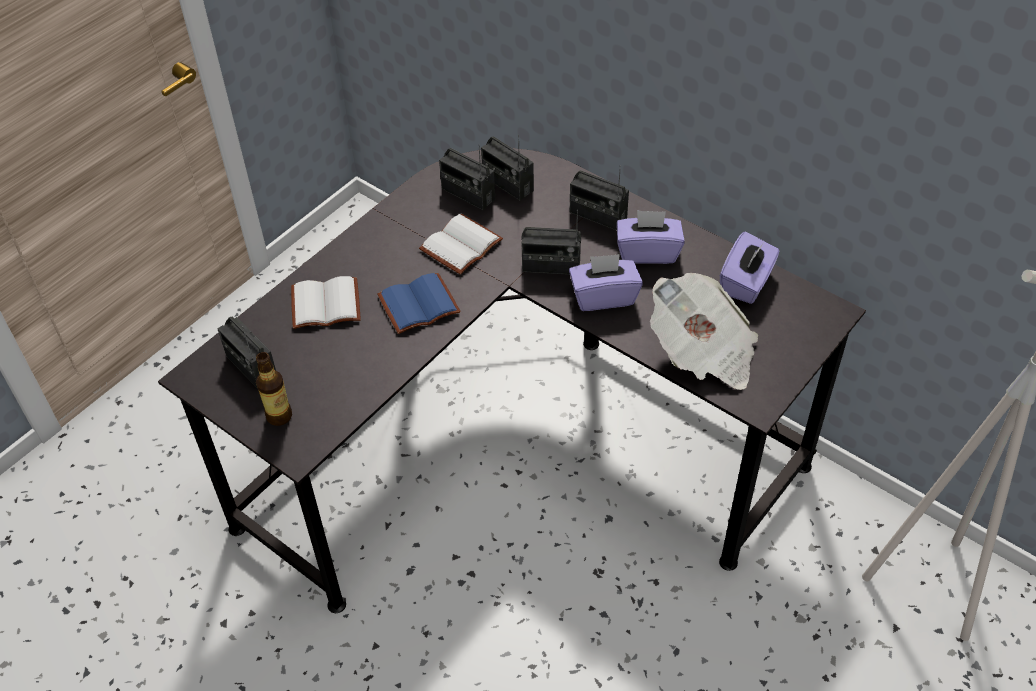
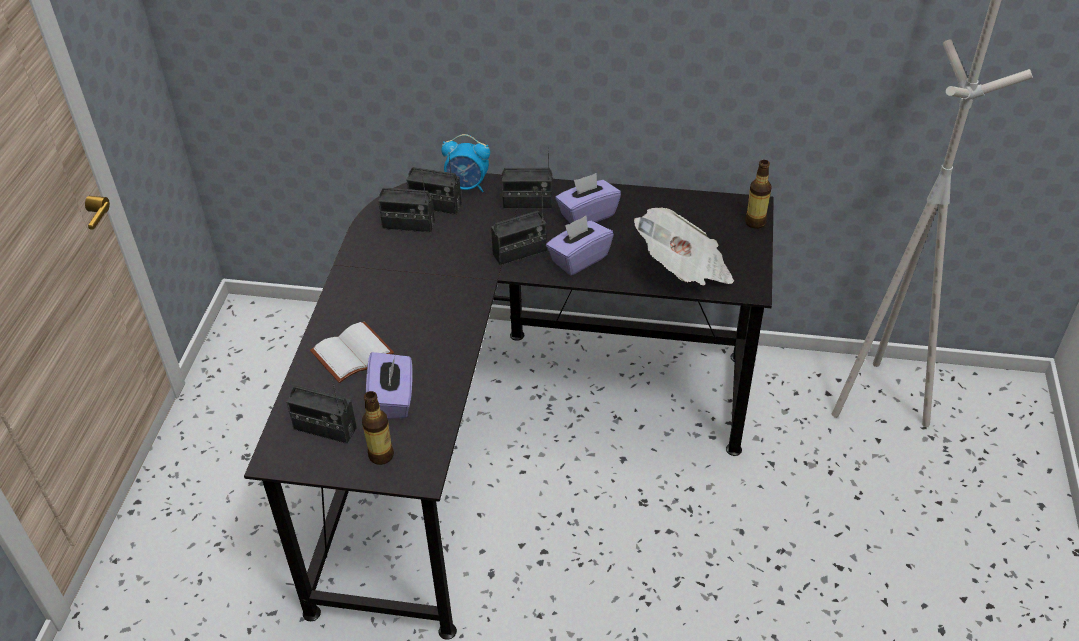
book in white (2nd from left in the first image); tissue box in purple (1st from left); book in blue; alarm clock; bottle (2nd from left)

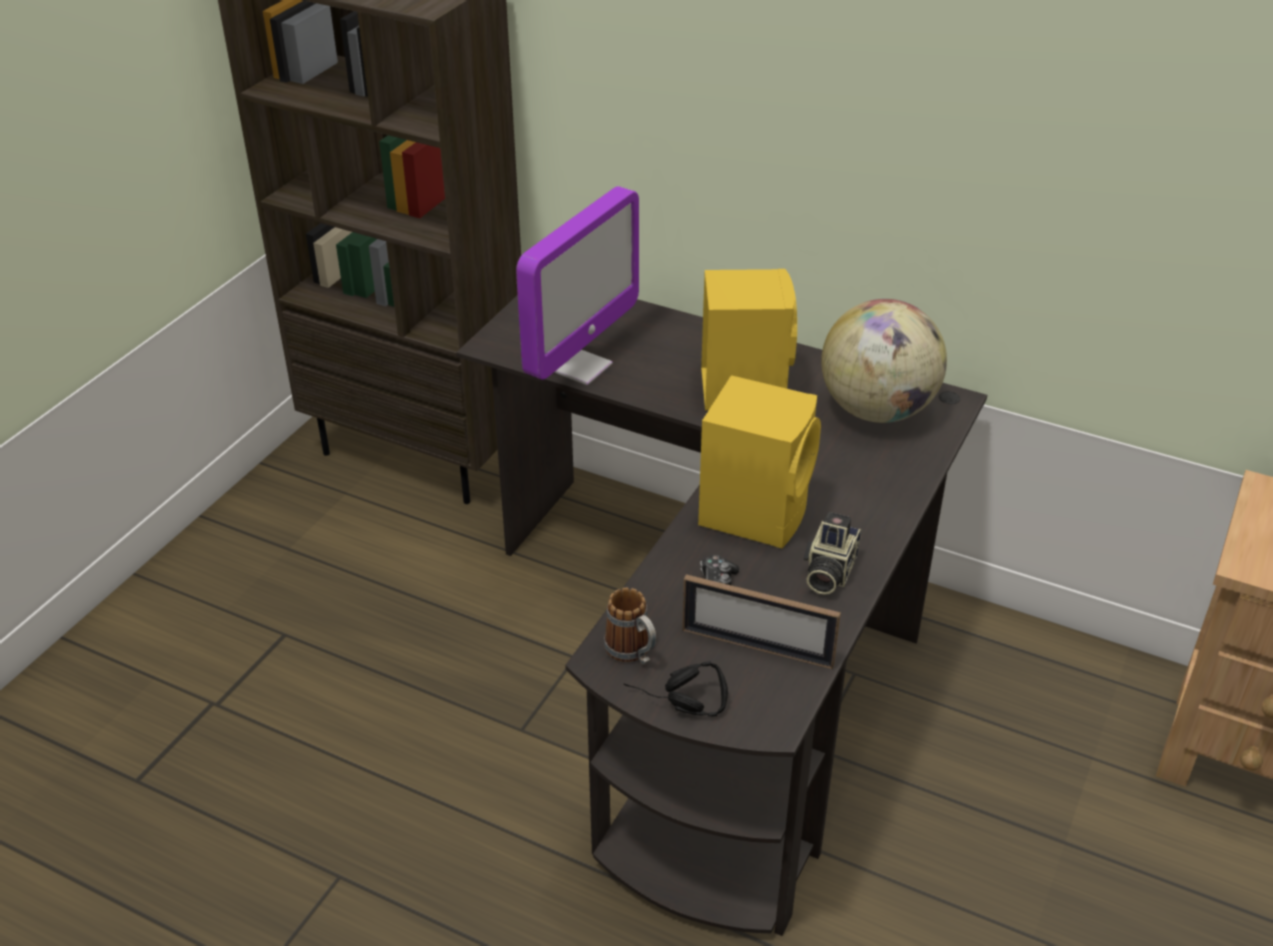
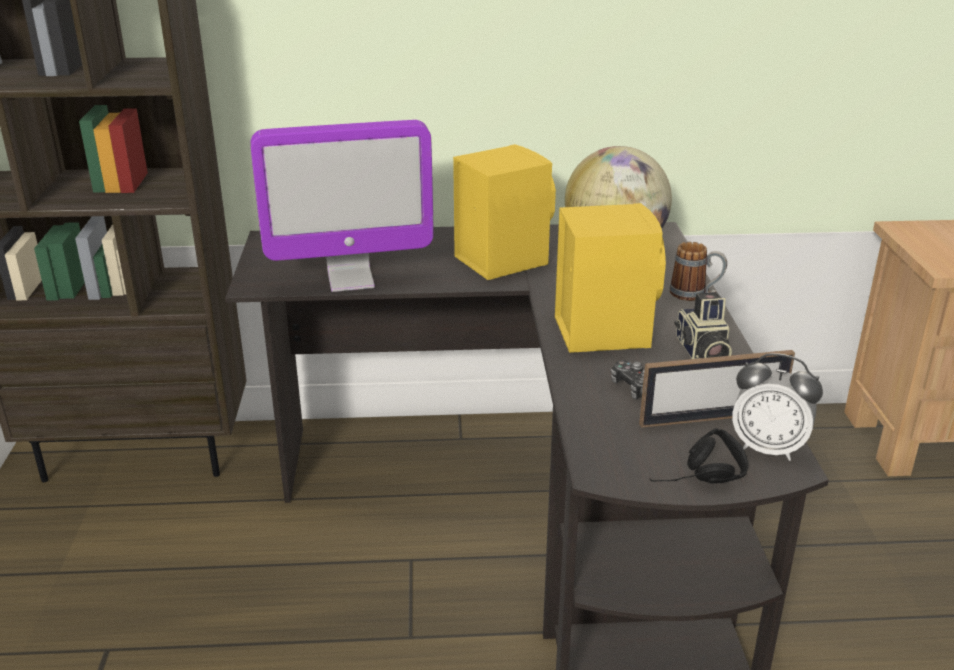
monitor; mug; alarm clock

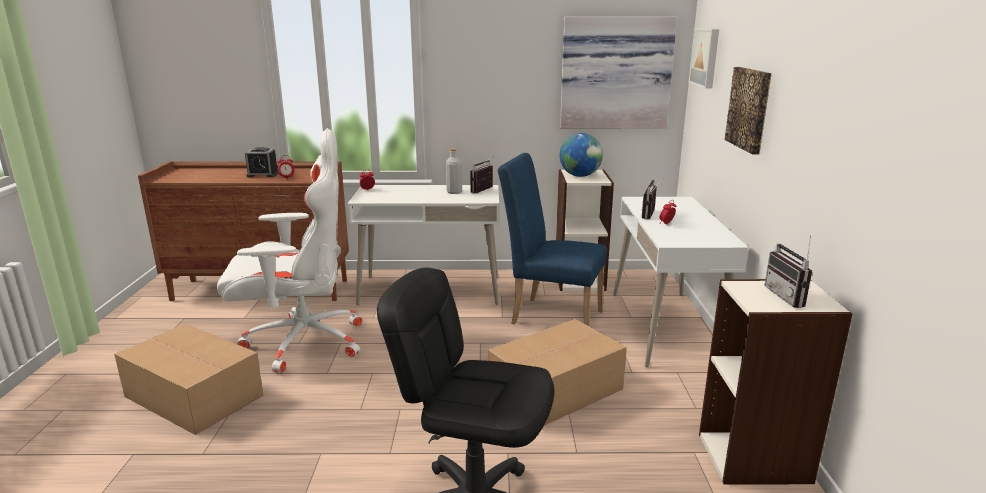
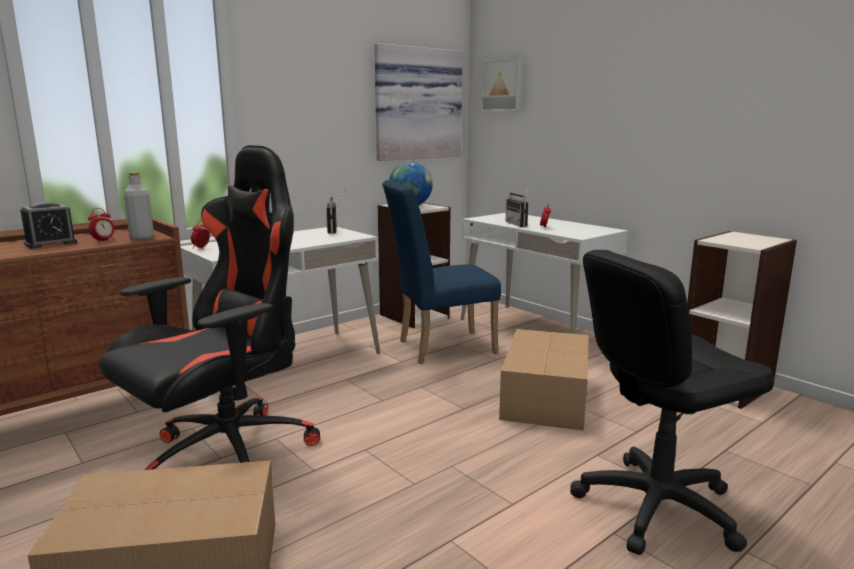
picture (3rd from left in the first image); office chair in black (1st from left); bottle in grey; radio (3rd from left in the first image)

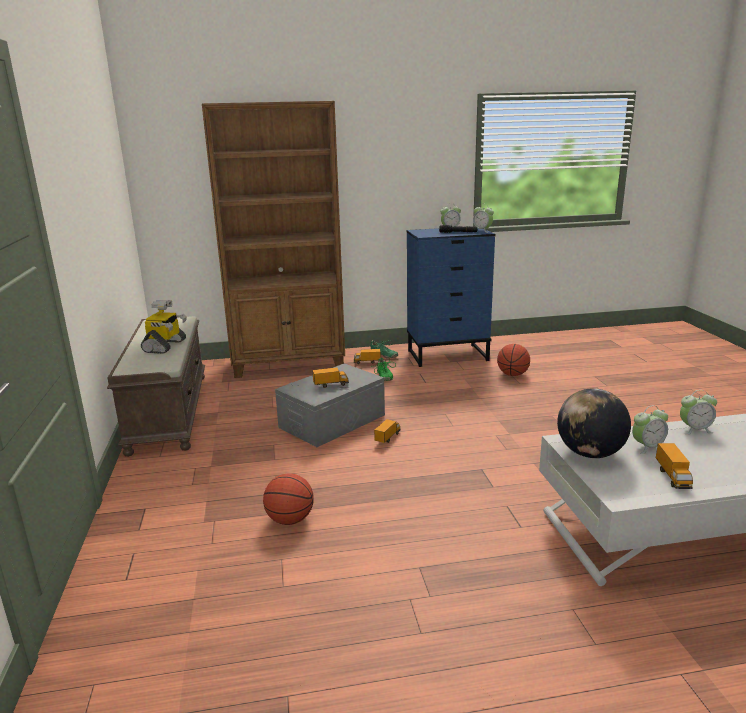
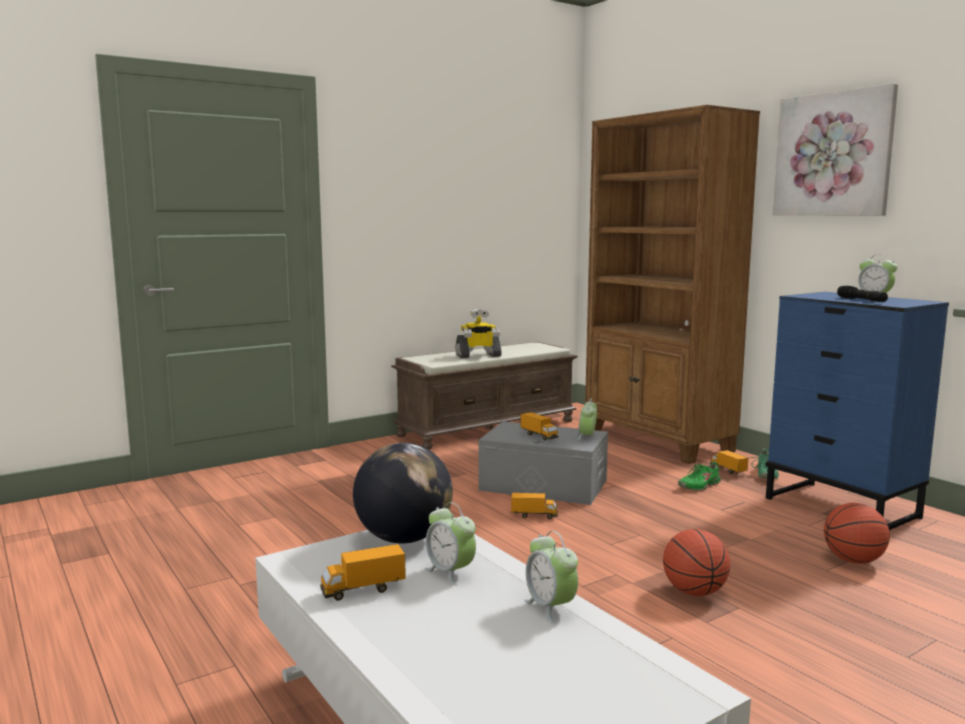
alarm clock (3rd from left); basketball (1st from left); picture

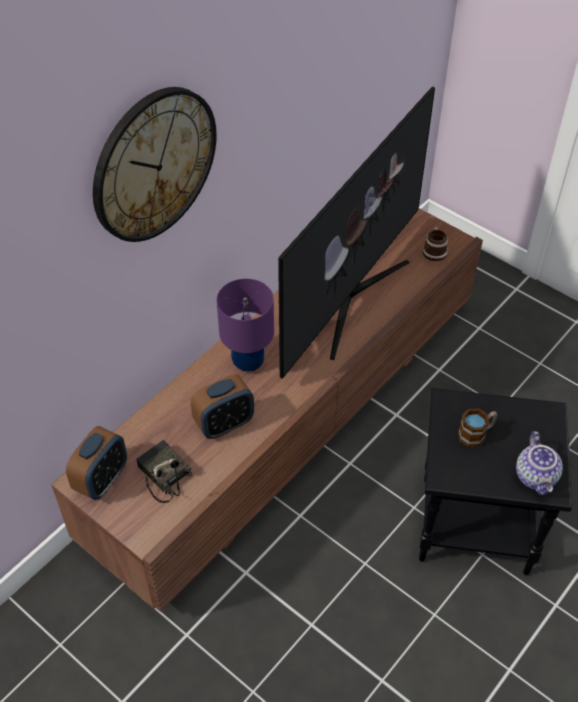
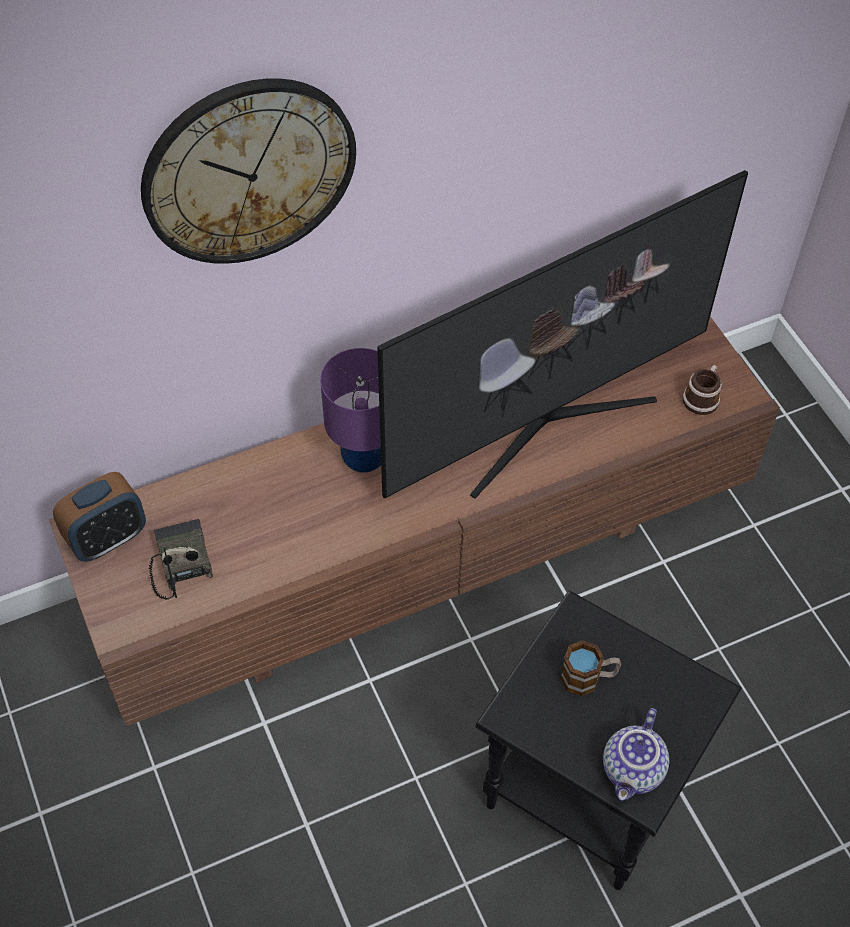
alarm clock (2nd from left in the first image)

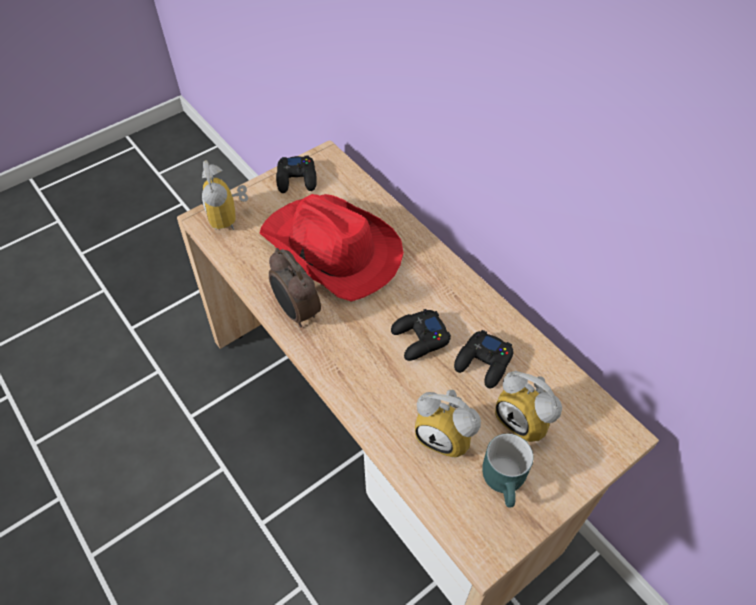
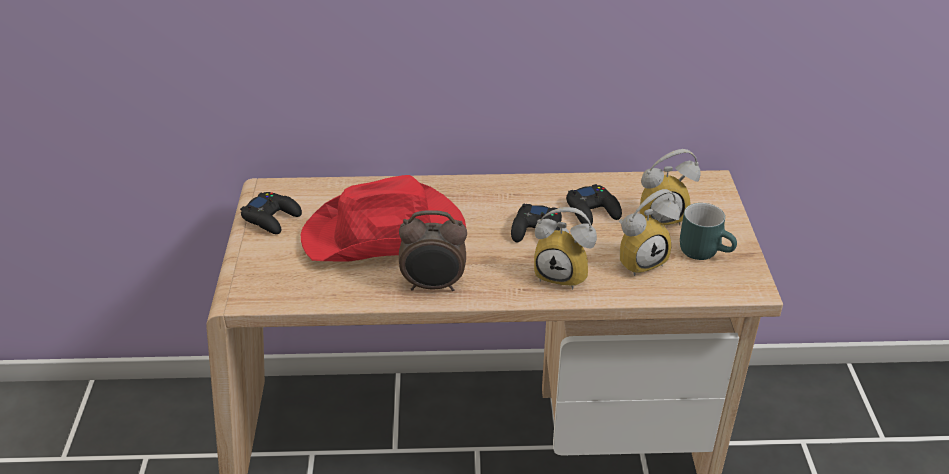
alarm clock (2nd from left)

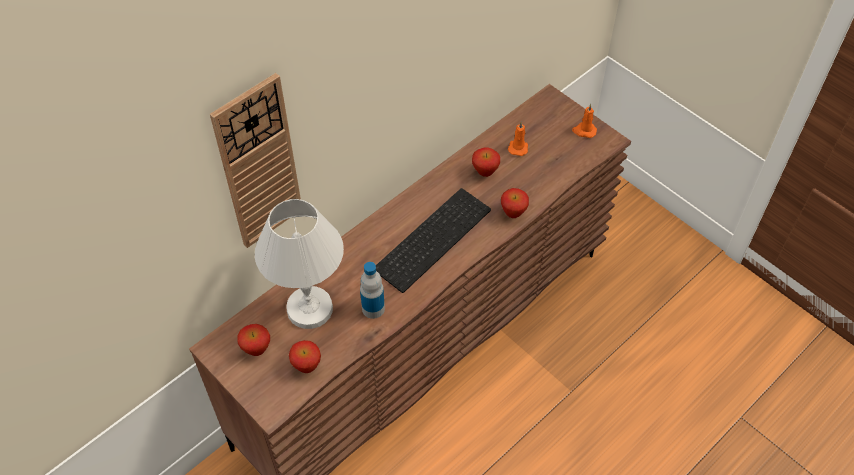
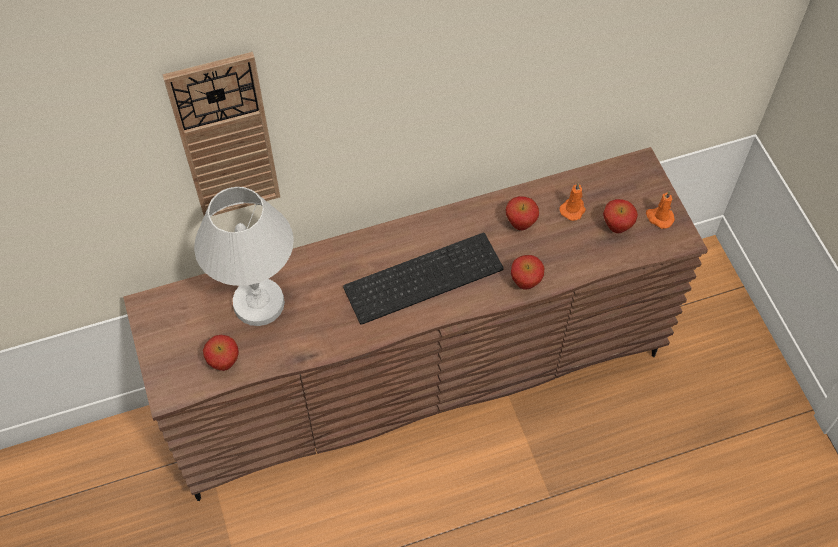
bottle; apple (4th from left)

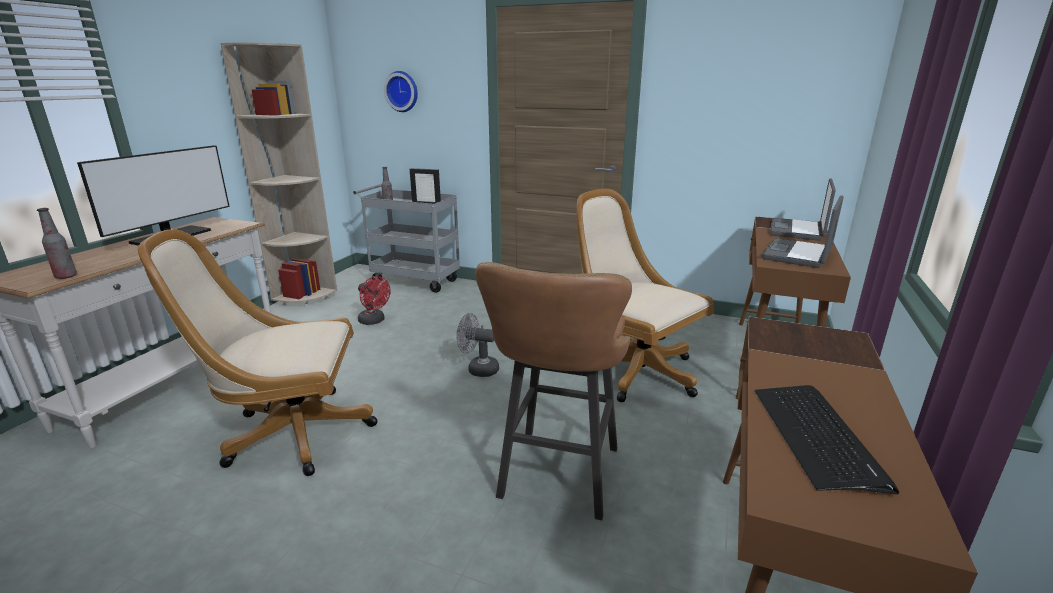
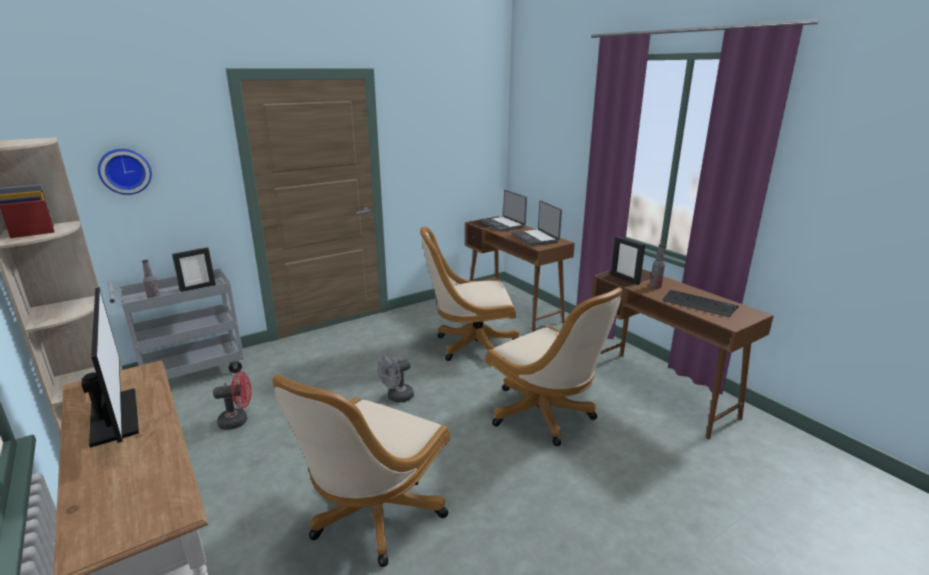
bottle (2nd from left); office chair (3rd from left); picture frame (2nd from left)

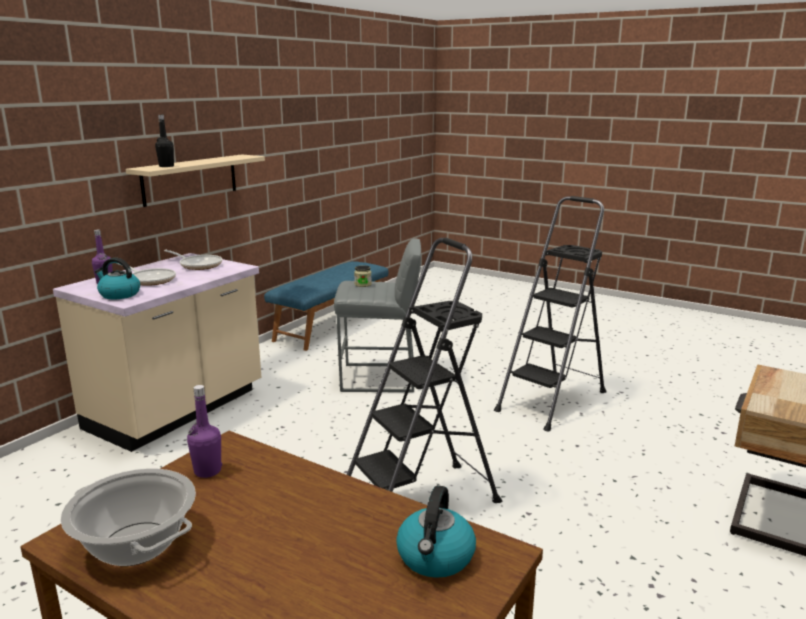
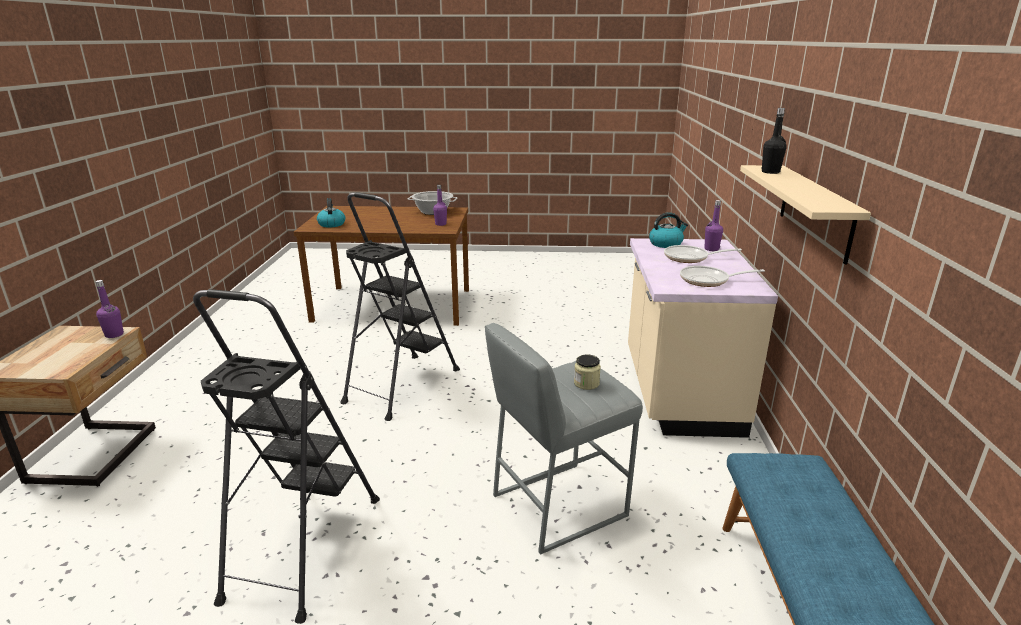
bottle in purple (1st from left)

